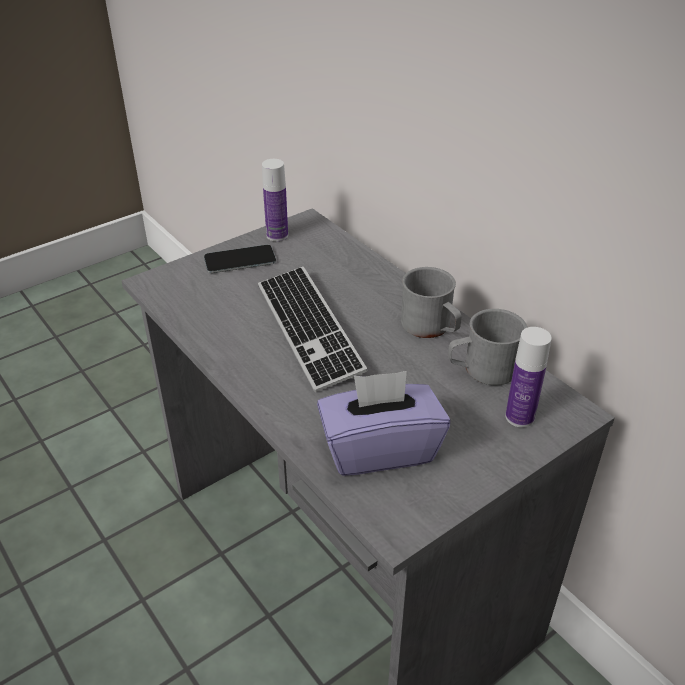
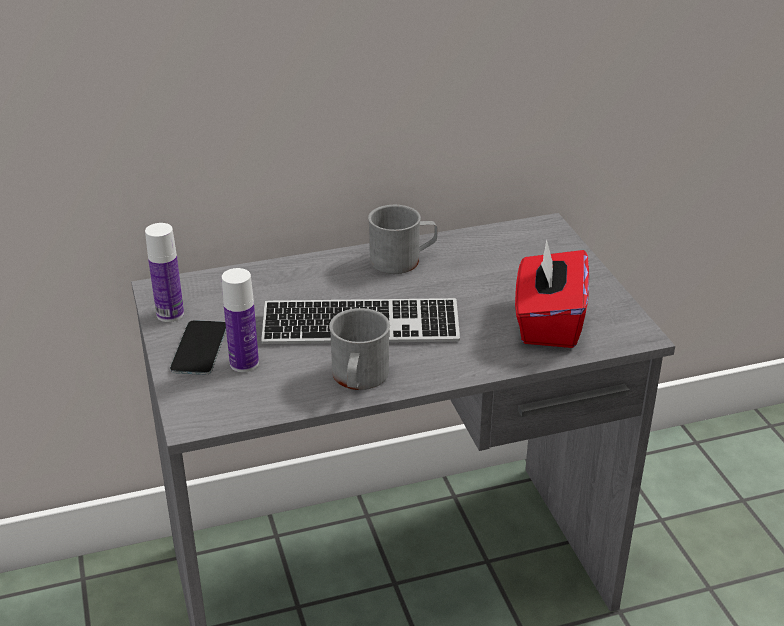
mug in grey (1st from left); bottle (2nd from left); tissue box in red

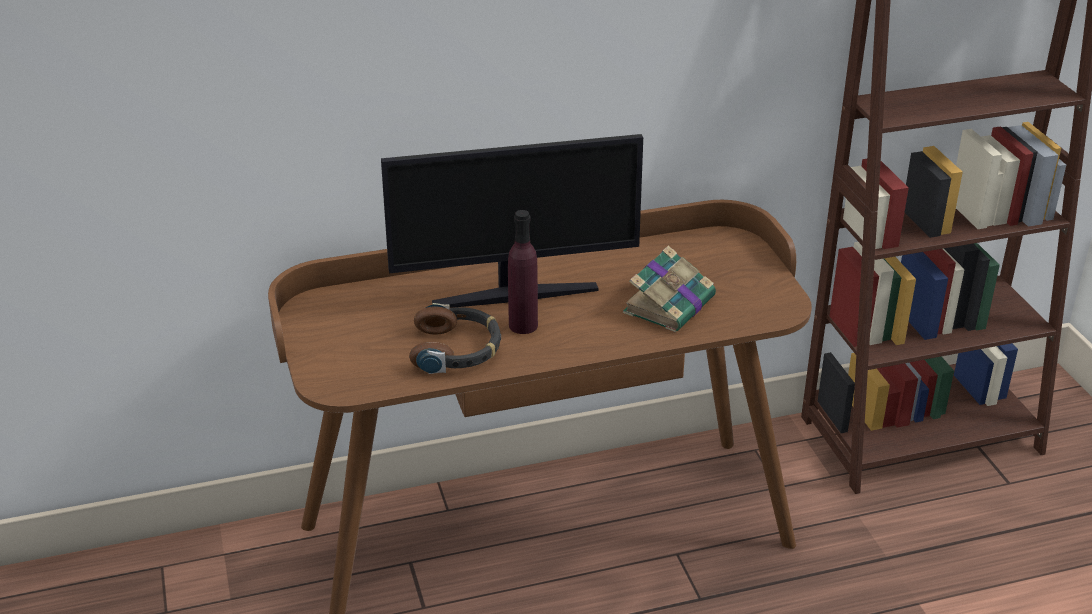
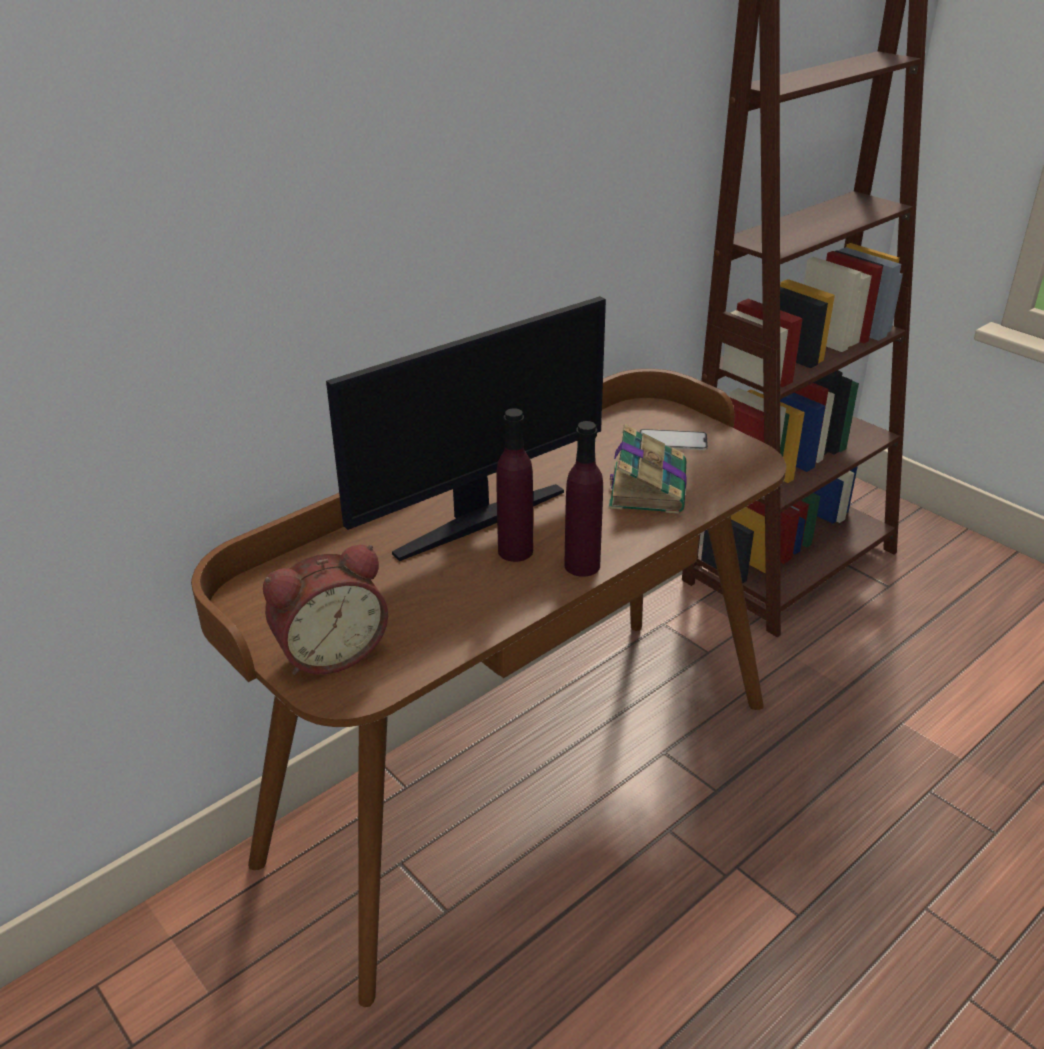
headphones; bottle in purple (2nd from left); phone; alarm clock

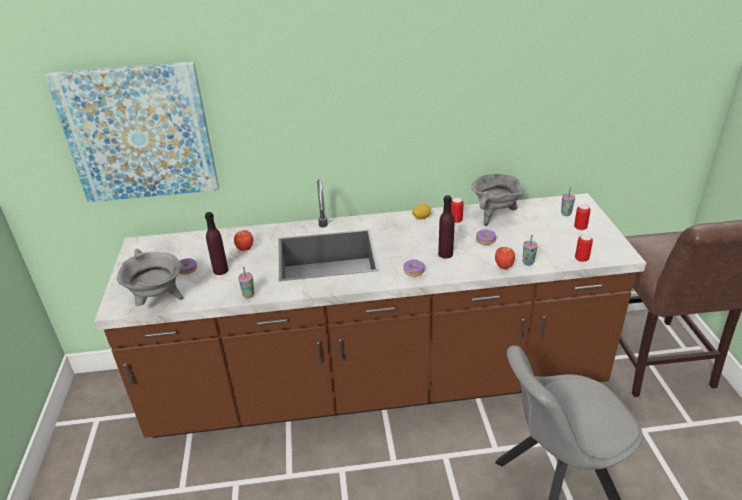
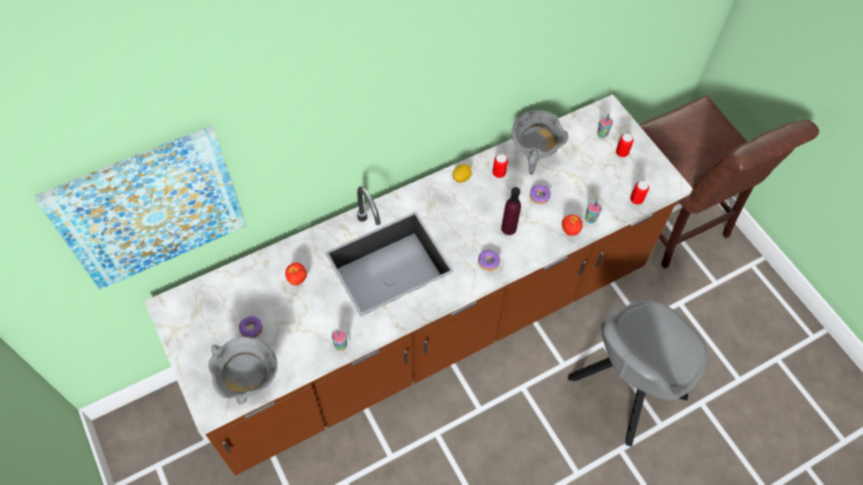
bottle in purple (1st from left in the first image)

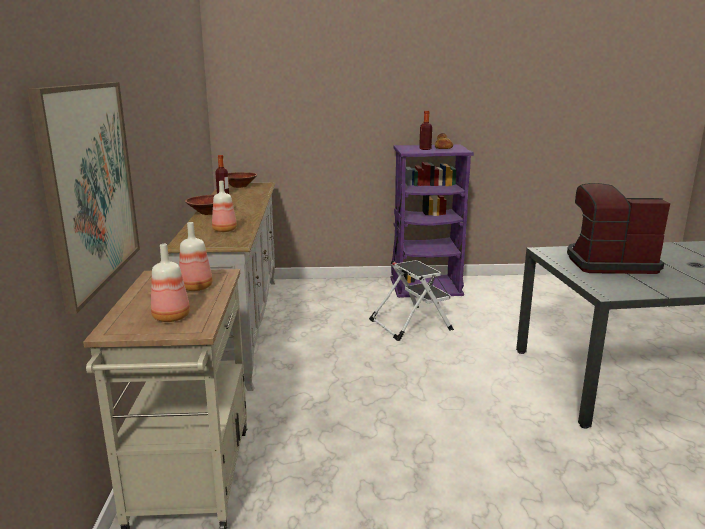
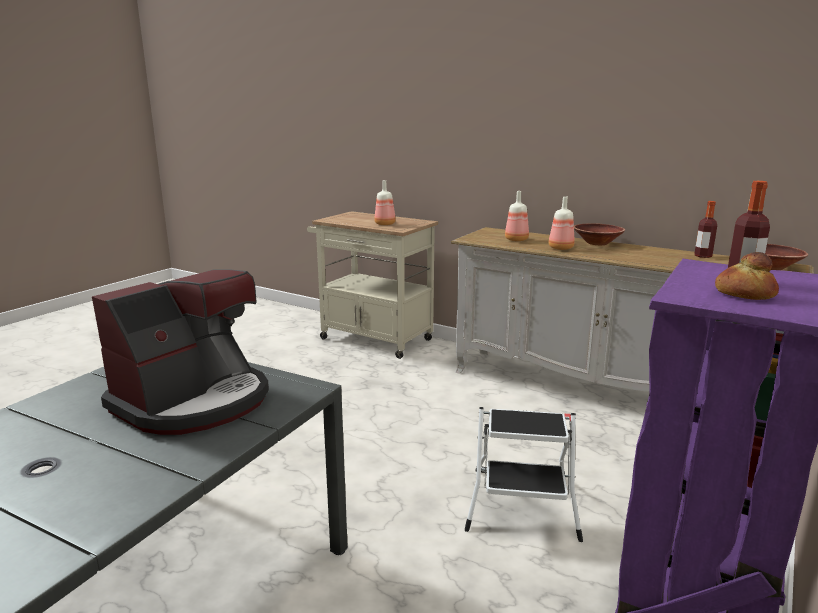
picture; bottle (3rd from left)

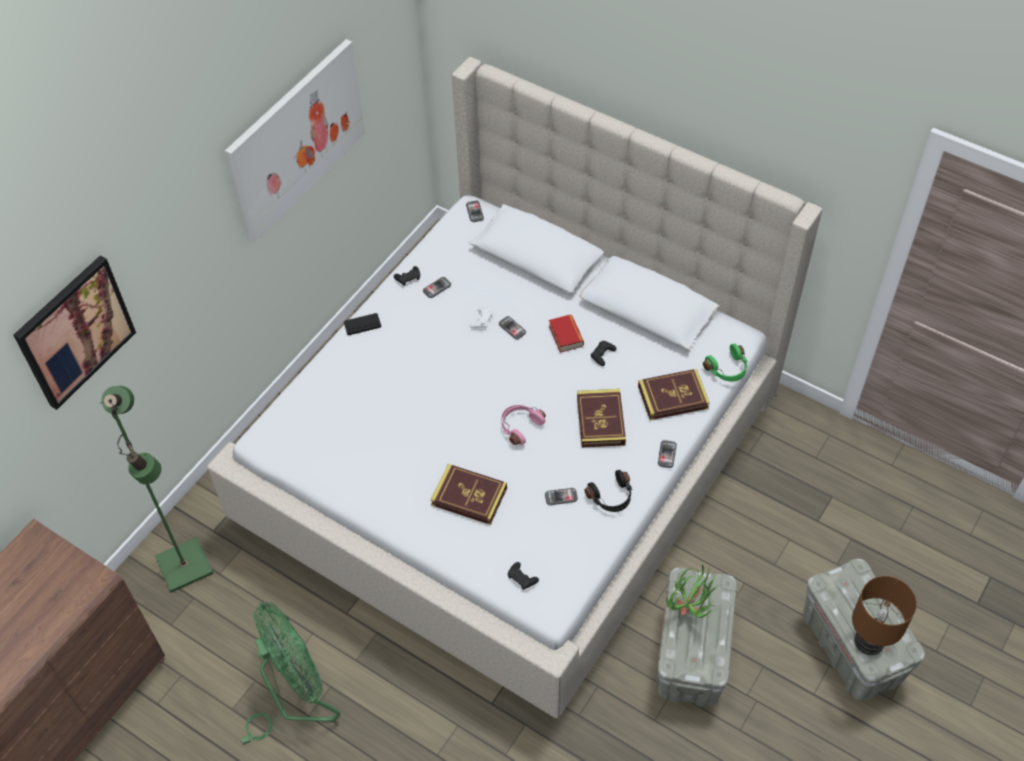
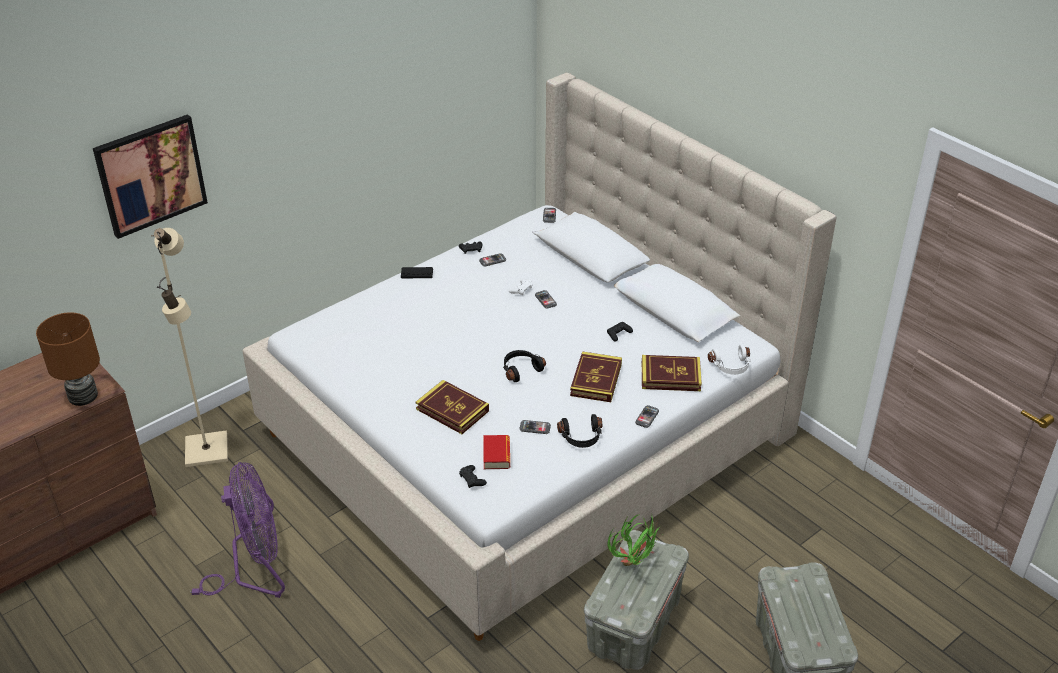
picture (2nd from left in the first image); book (2nd from left); headphones in white; floor lamp in beige; headphones in black (1st from left); table lamp in brown; fan in purple

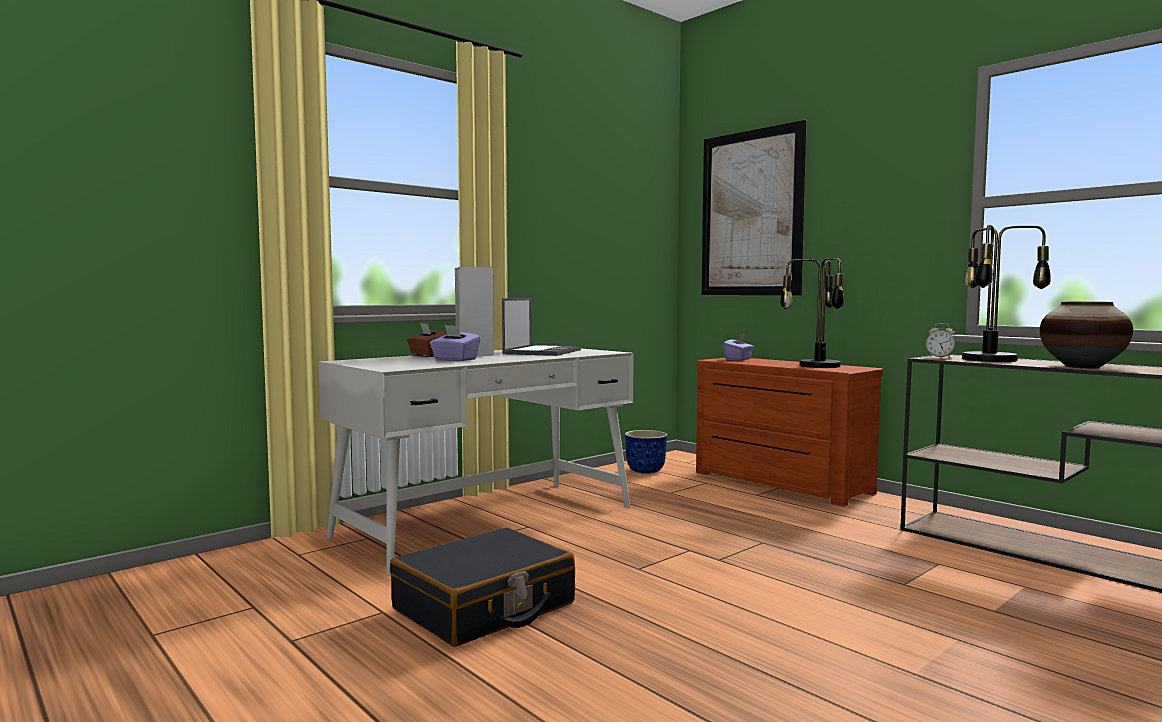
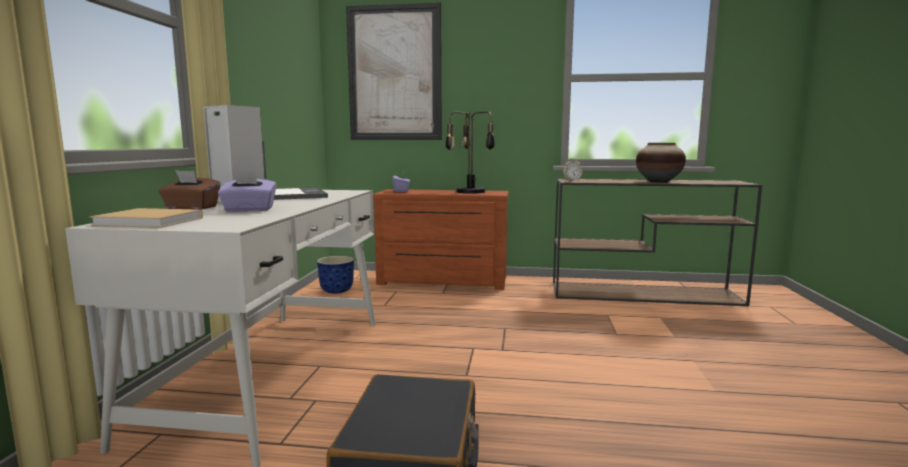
table lamp (2nd from left in the first image); book in beige

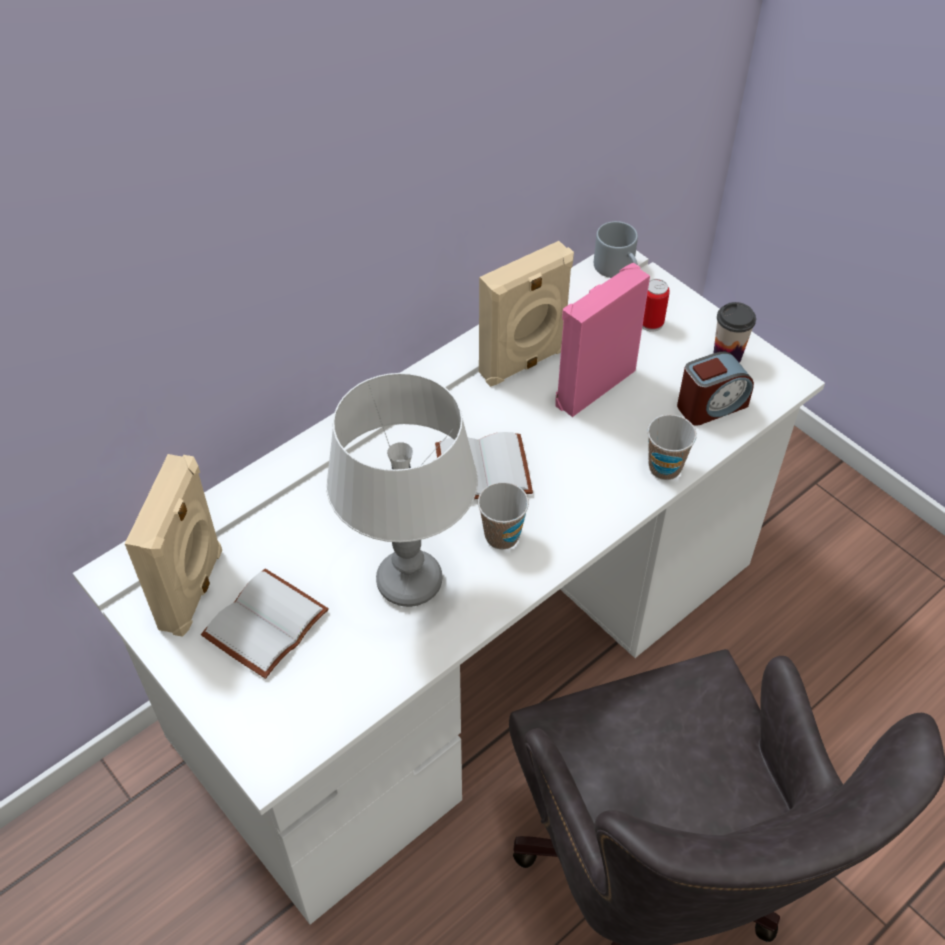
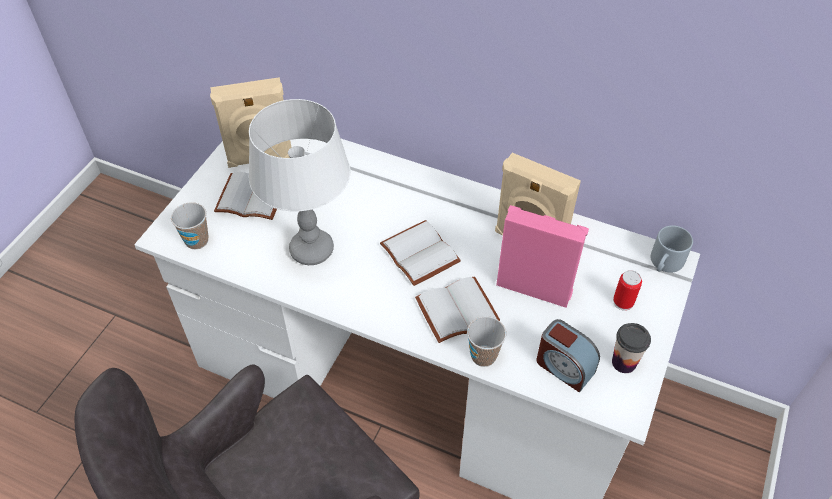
cup (1st from left); book in white (3rd from left)

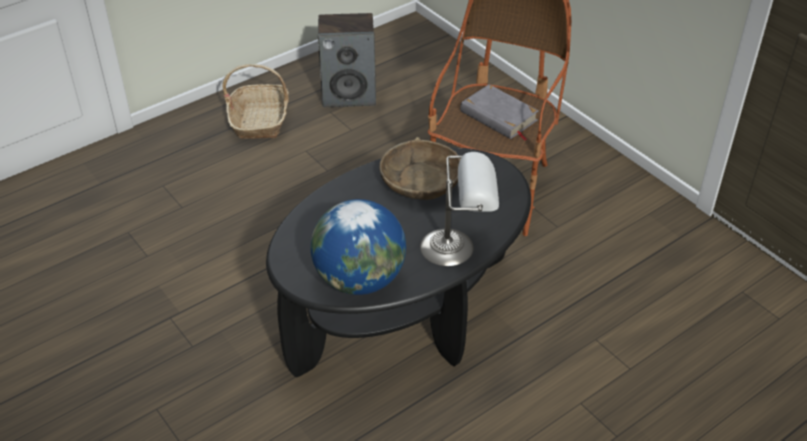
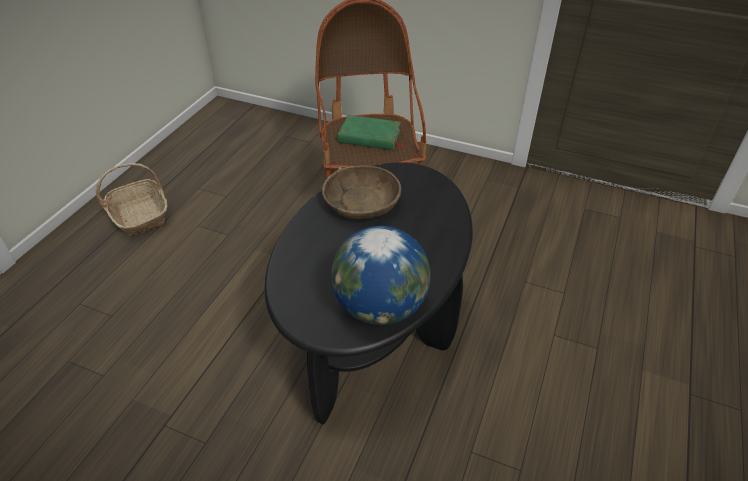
speaker; book in green; table lamp in white

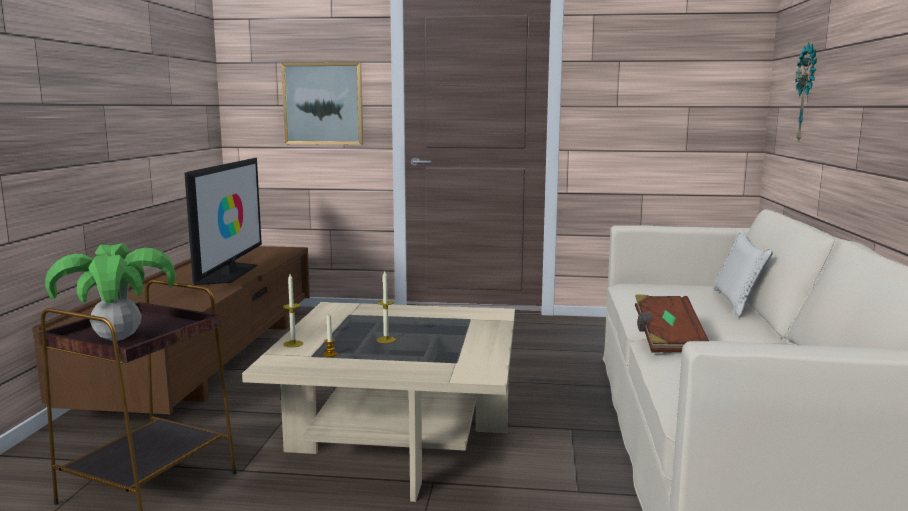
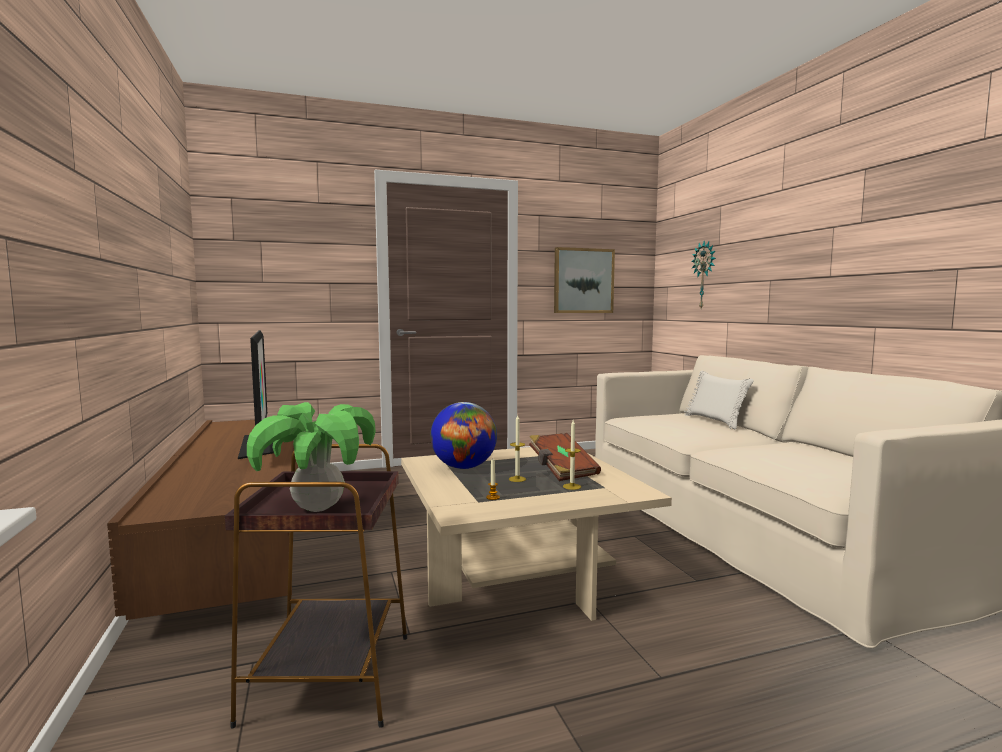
picture; candle (3rd from left); book in brown; globe

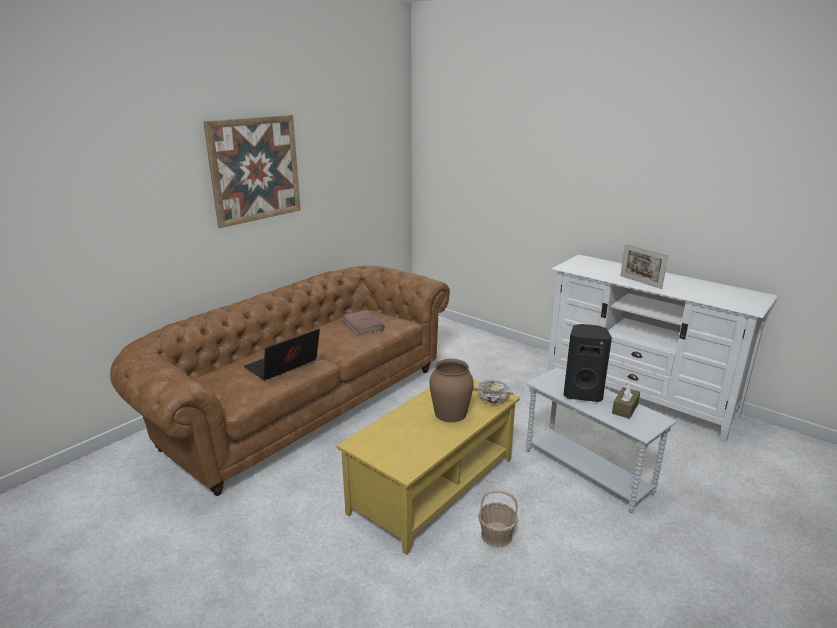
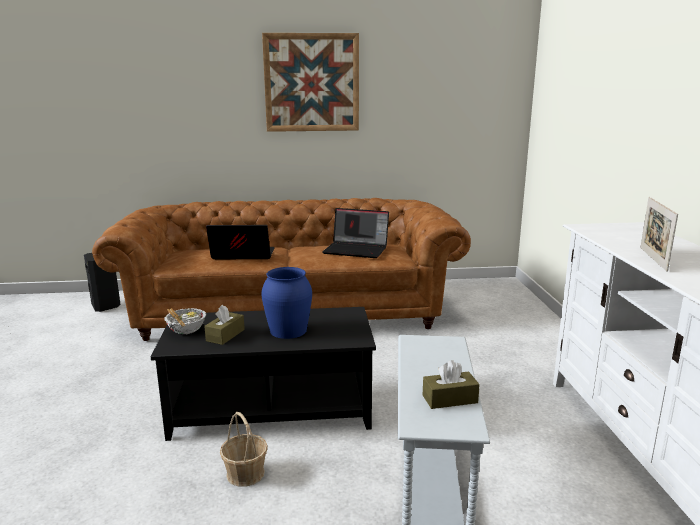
laptop (2nd from left); speaker in black; vase in blue; coffee table in black; bowl; tissue box in brown (1st from left)

